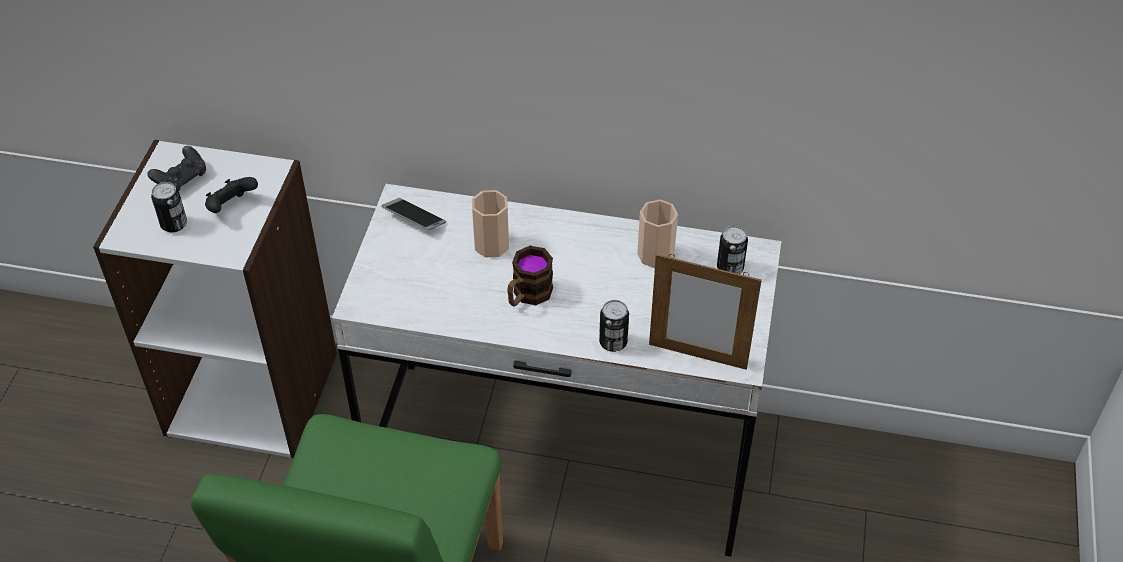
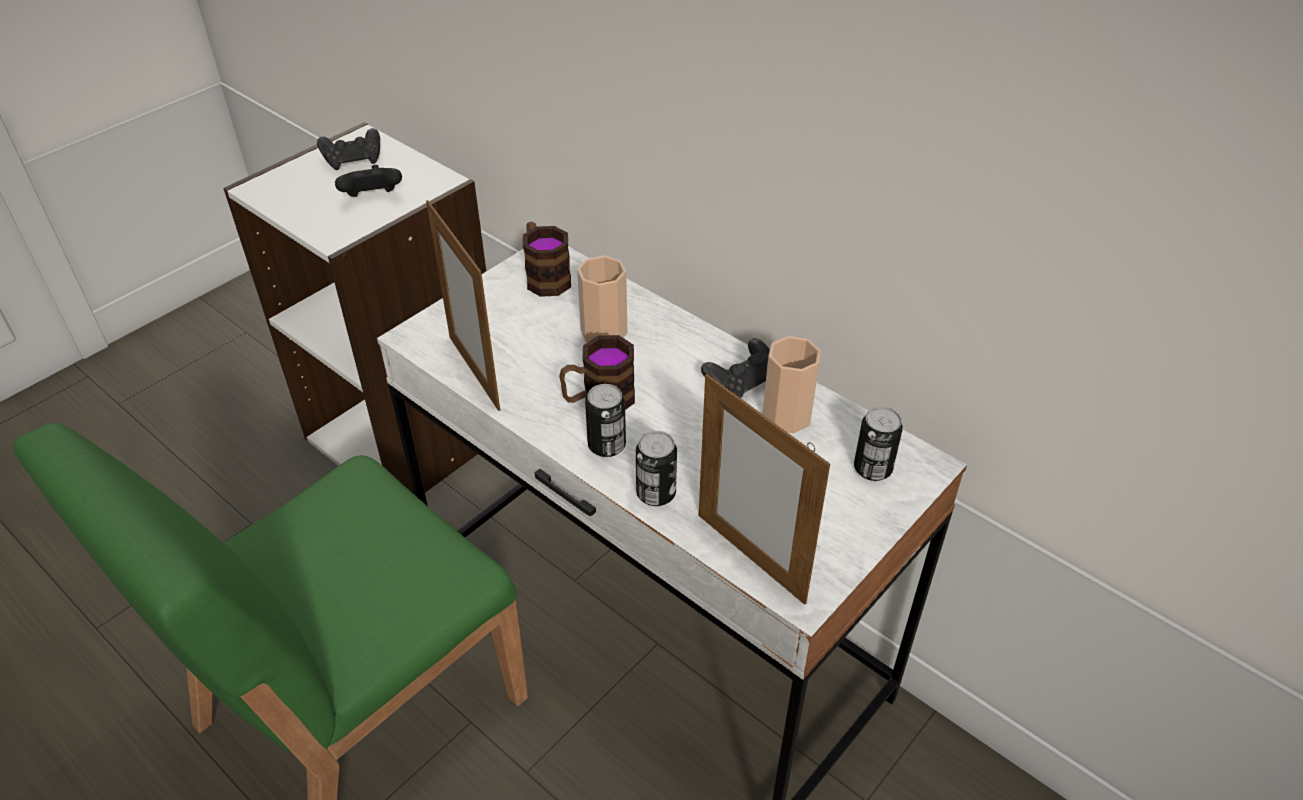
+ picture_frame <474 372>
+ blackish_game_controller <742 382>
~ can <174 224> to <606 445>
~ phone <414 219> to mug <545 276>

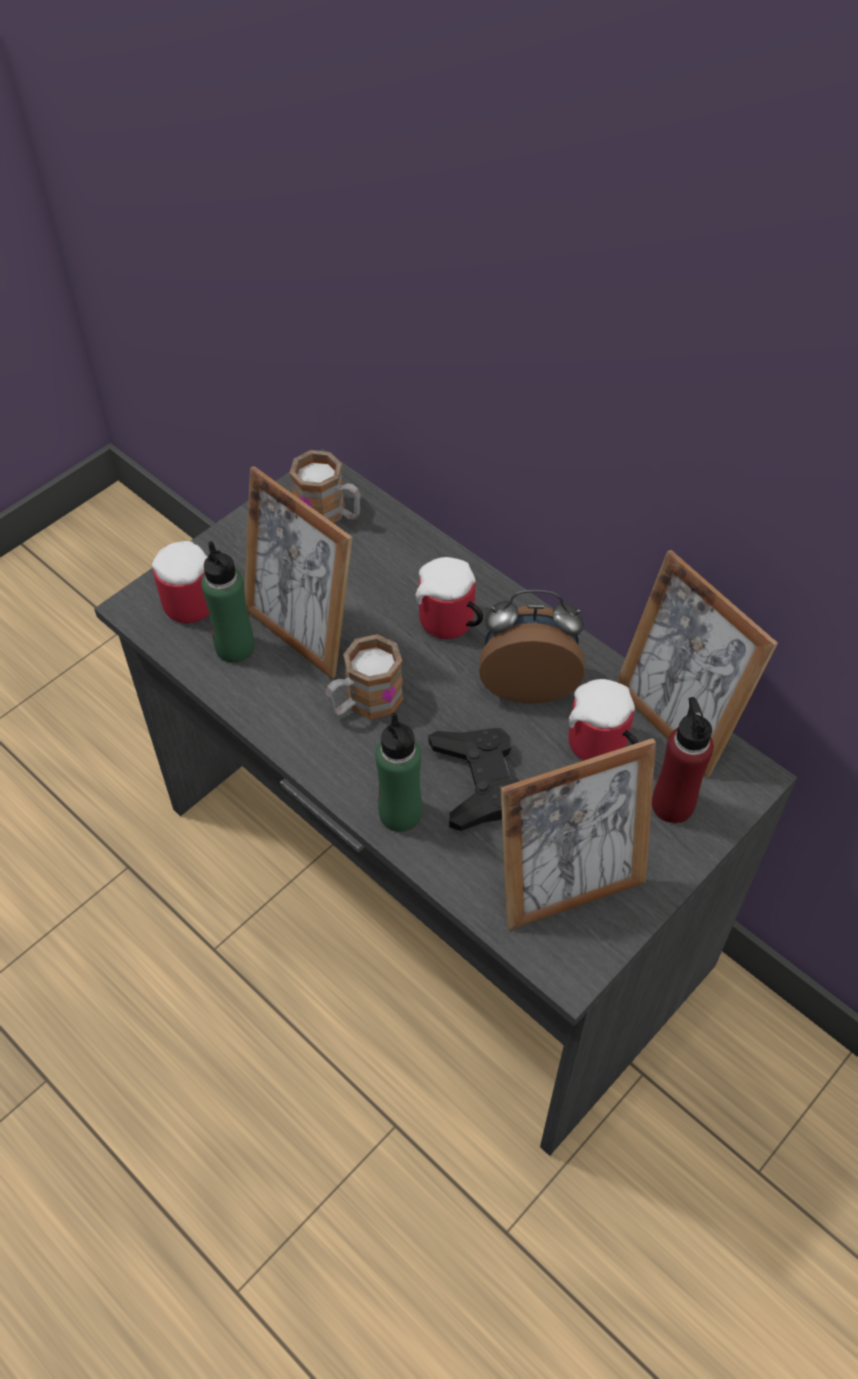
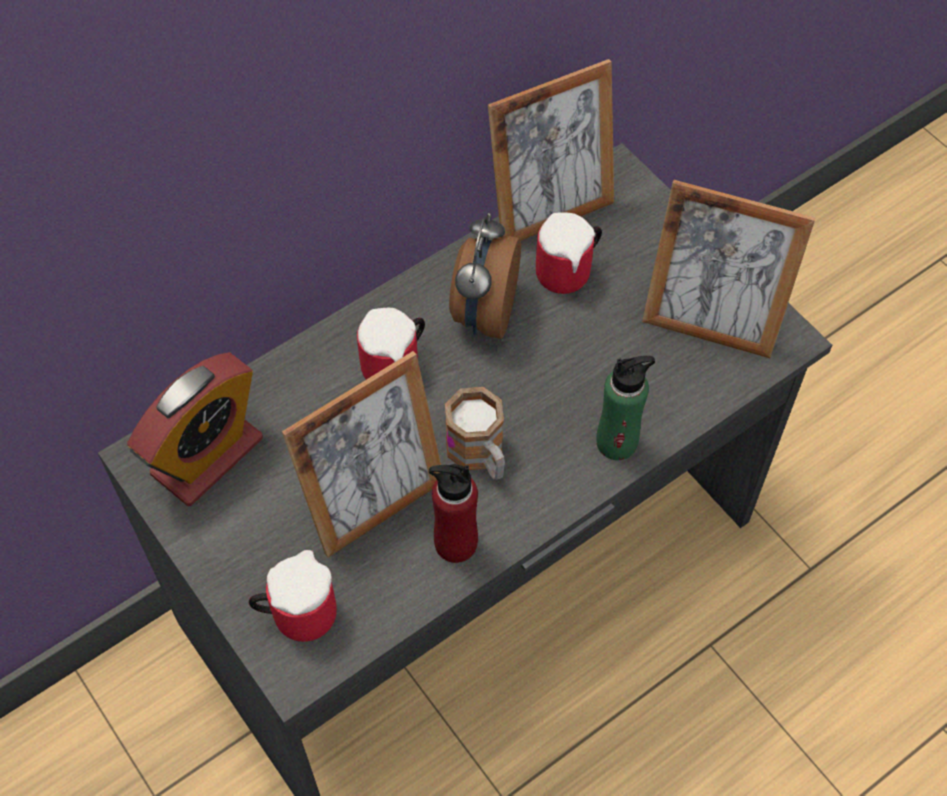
- green_bottle <235 647>
- blackish_game_controller <478 782>
~ red_bottle <672 805> to <455 543>
~ mug <329 513> to alarm_clock <207 456>
~ picture_frame <568 887> = <710 324> 120 degrees clockwise

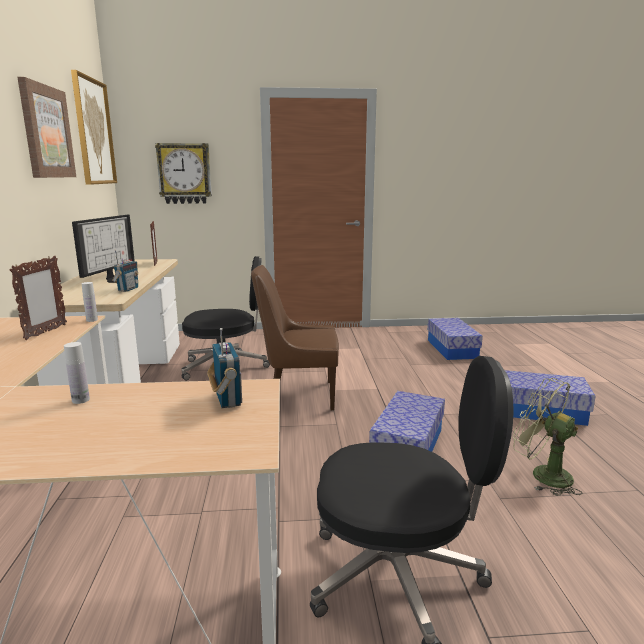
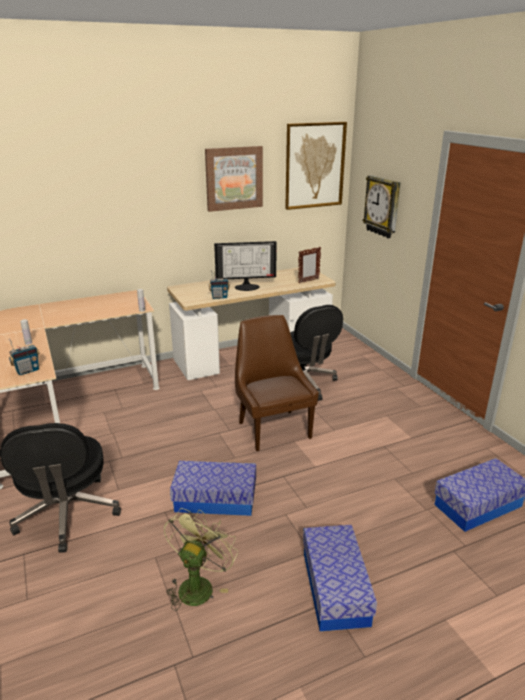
- picture_frame <45 332>

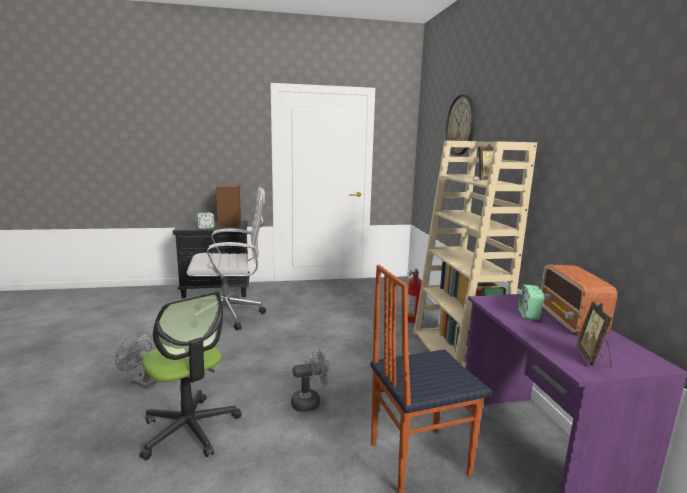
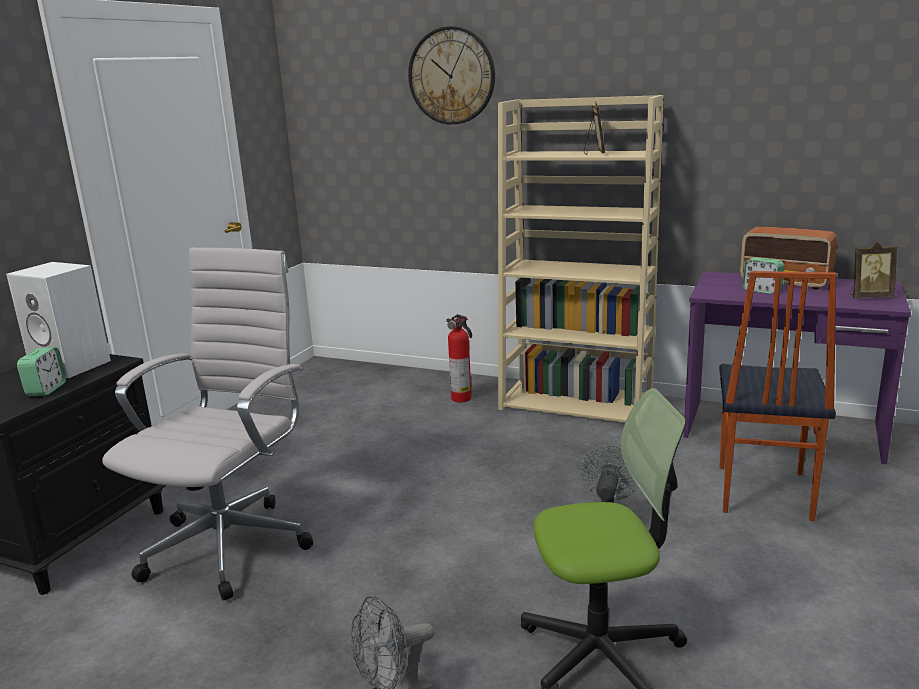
~ brown-coloured_audio_speaker <230 225> to white_audio_speaker <73 365>
~ picture_frame <593 358> = <869 297> 45 degrees counterclockwise

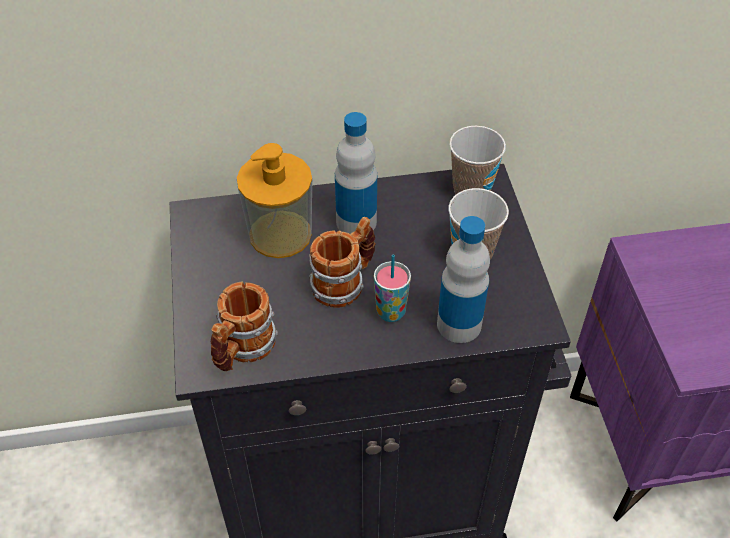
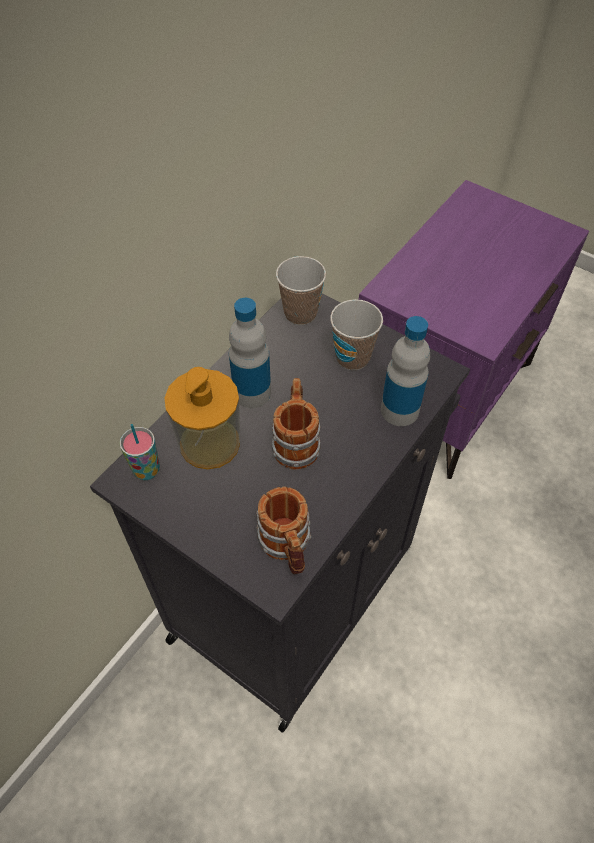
~ cup <391 312> to <146 470>

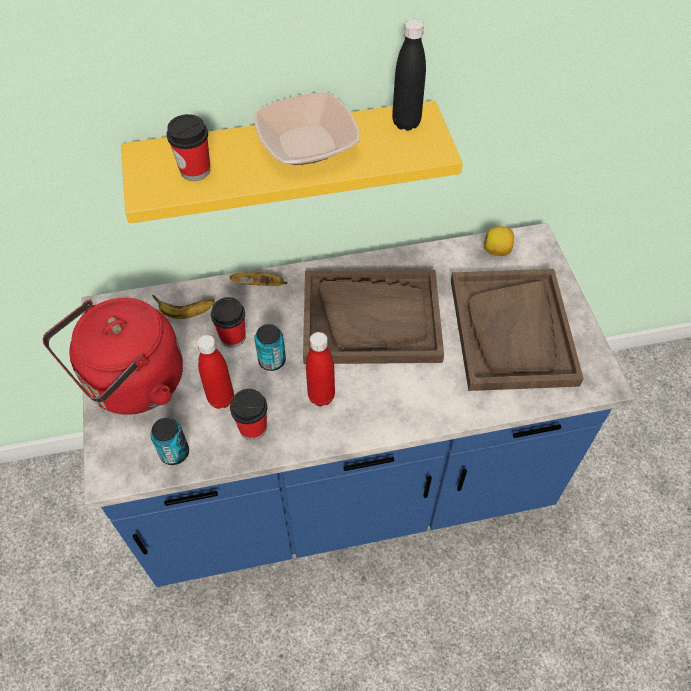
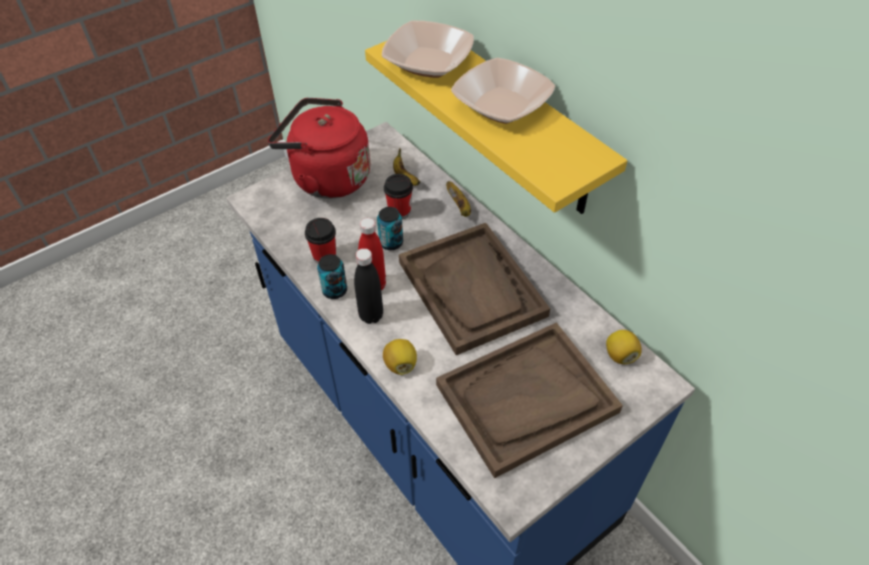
- red_bottle <221 399>
+ whole_lemon <400 364>
~ can <174 453> to <334 290>
~ blackish_bottle <406 123> to <371 315>
~ cup <195 170> to serving_bowl <428 62>

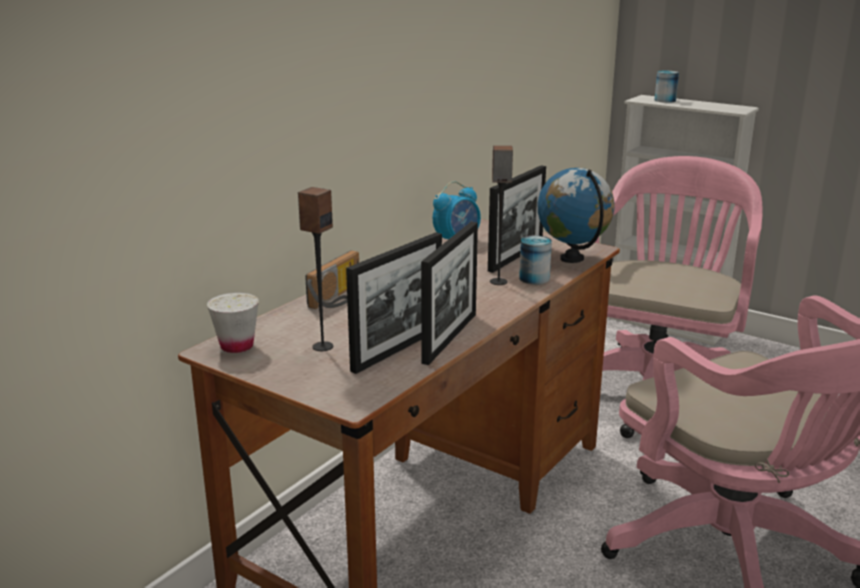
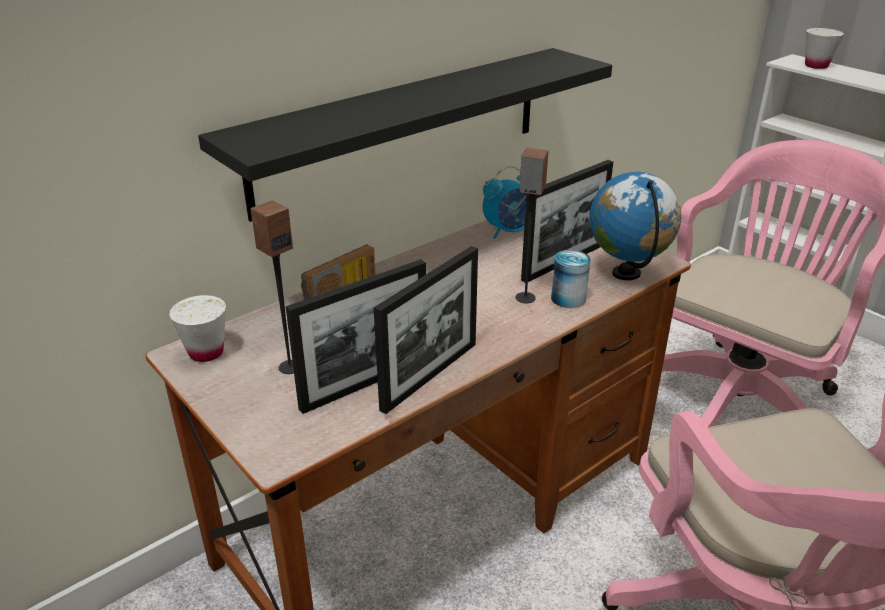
+ blackish_wall_shelf <402 129>
~ can <665 100> to white_cup <816 66>

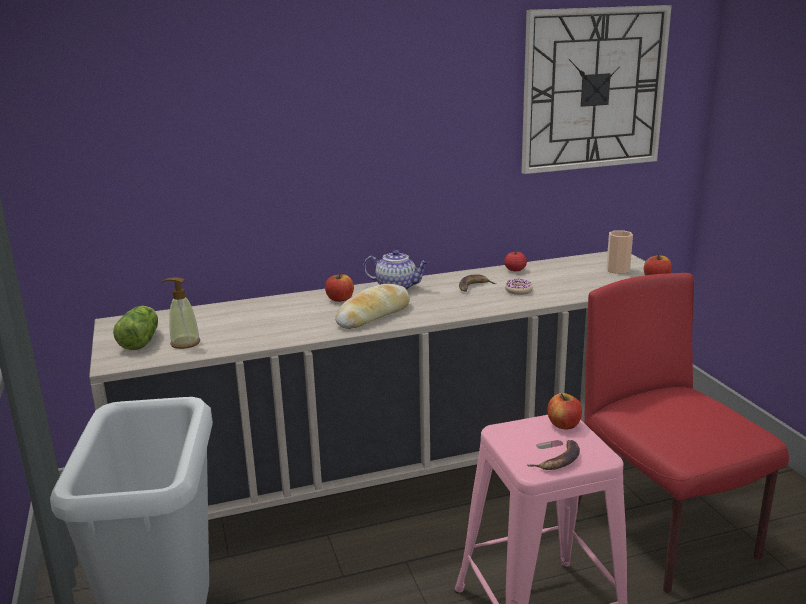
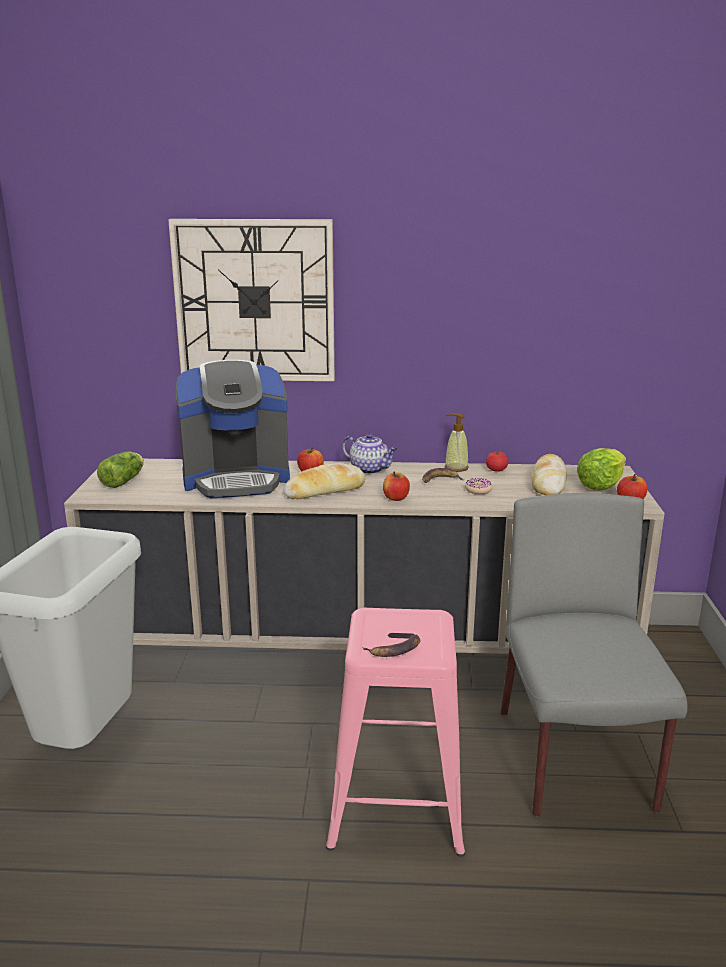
+ coffee_maker <236 479>
+ bakery_bread <548 483>
~ soap_dispenser <185 343> to <456 468>
~ wall_clock <593 89> to <255 301>
~ apple_fruit <564 425> to <396 498>
~ cup <618 270> to lettuce <600 485>
~ red_chair <665 532> to grey_chair <575 761>

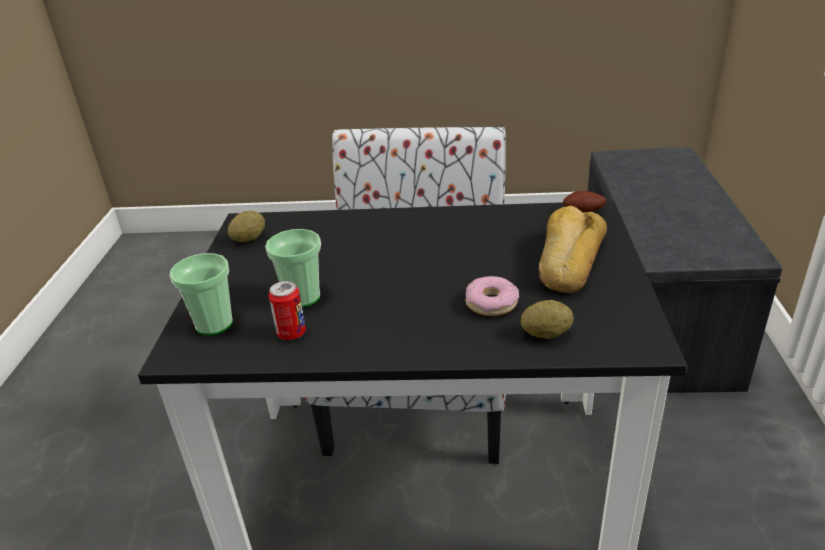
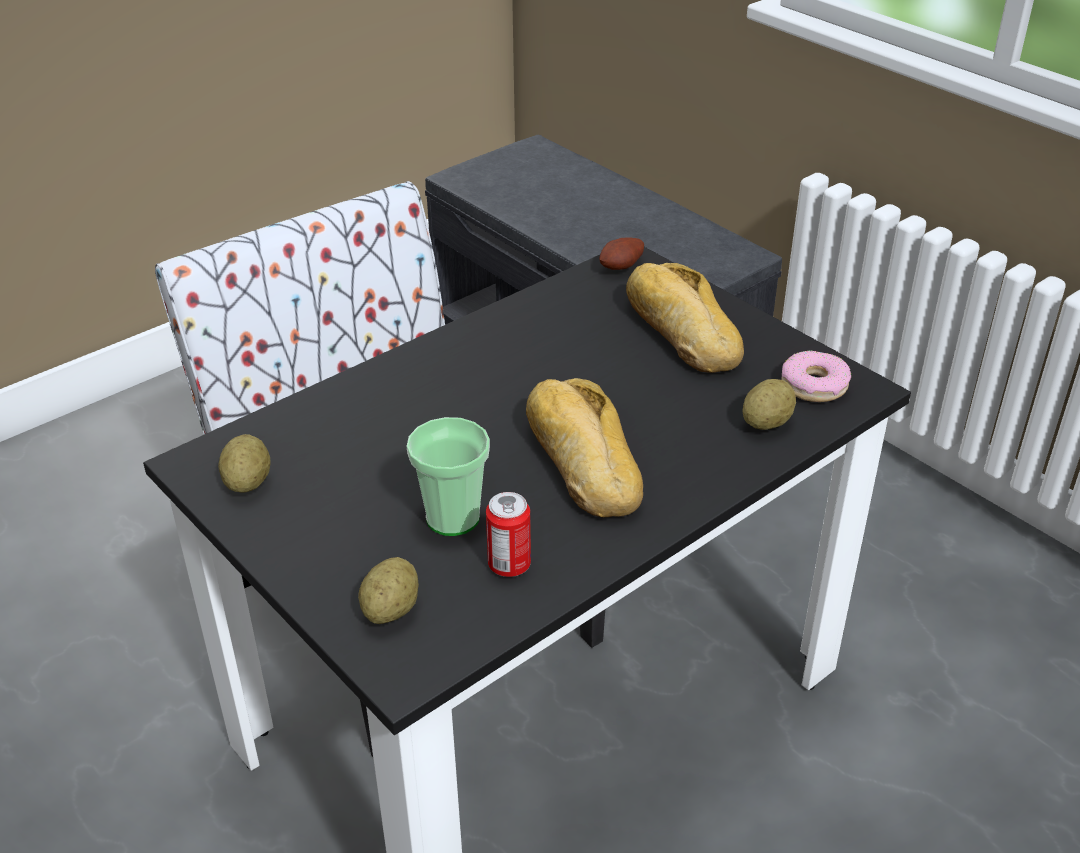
+ bakery_bread <581 460>
~ donut <491 303> to <814 385>
~ cup <214 324> to spud <391 609>

